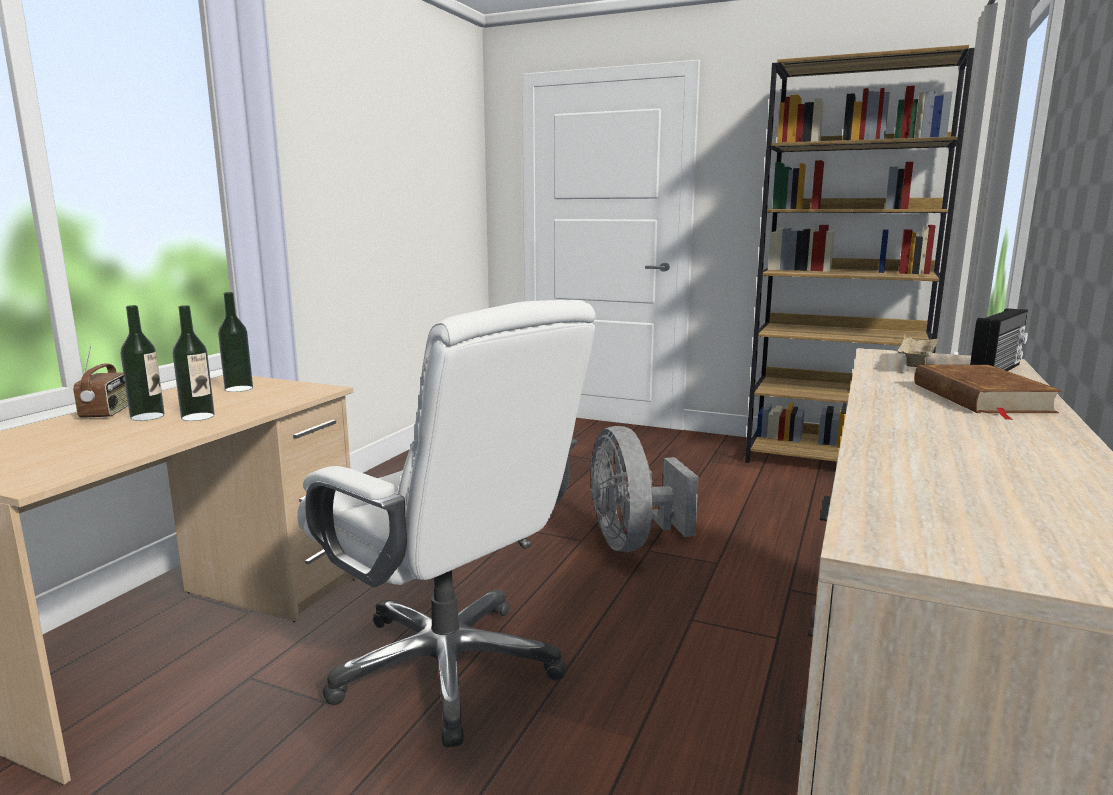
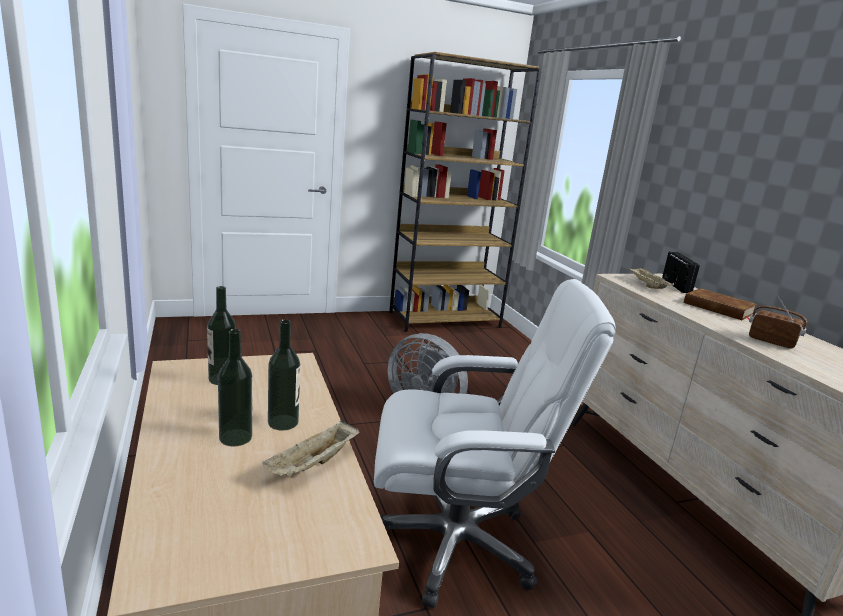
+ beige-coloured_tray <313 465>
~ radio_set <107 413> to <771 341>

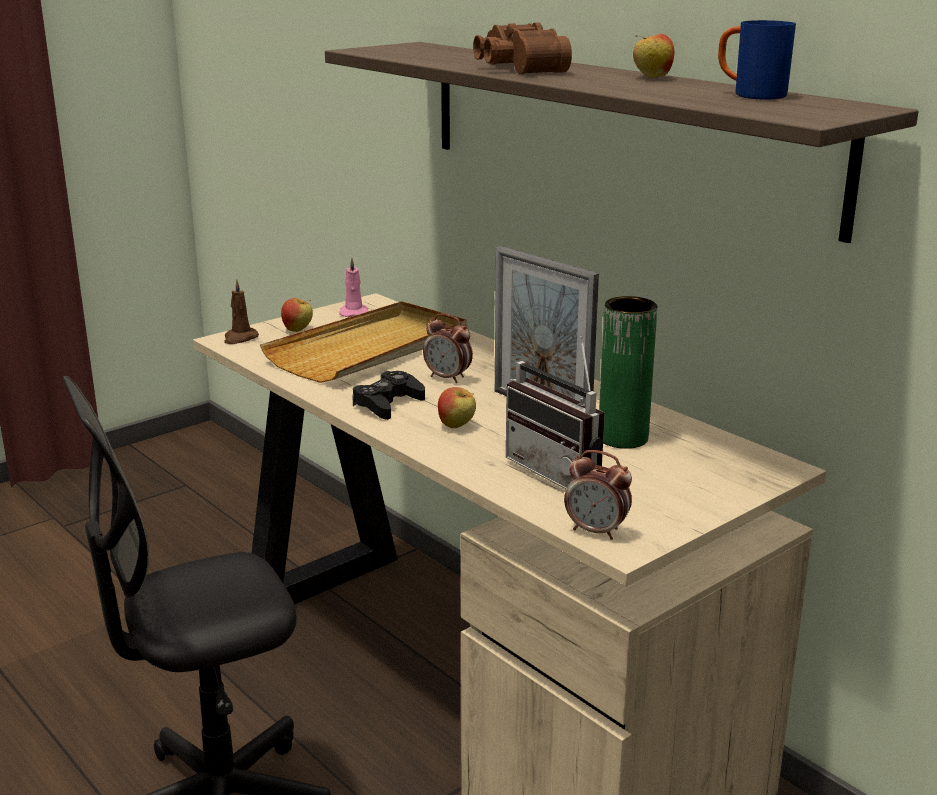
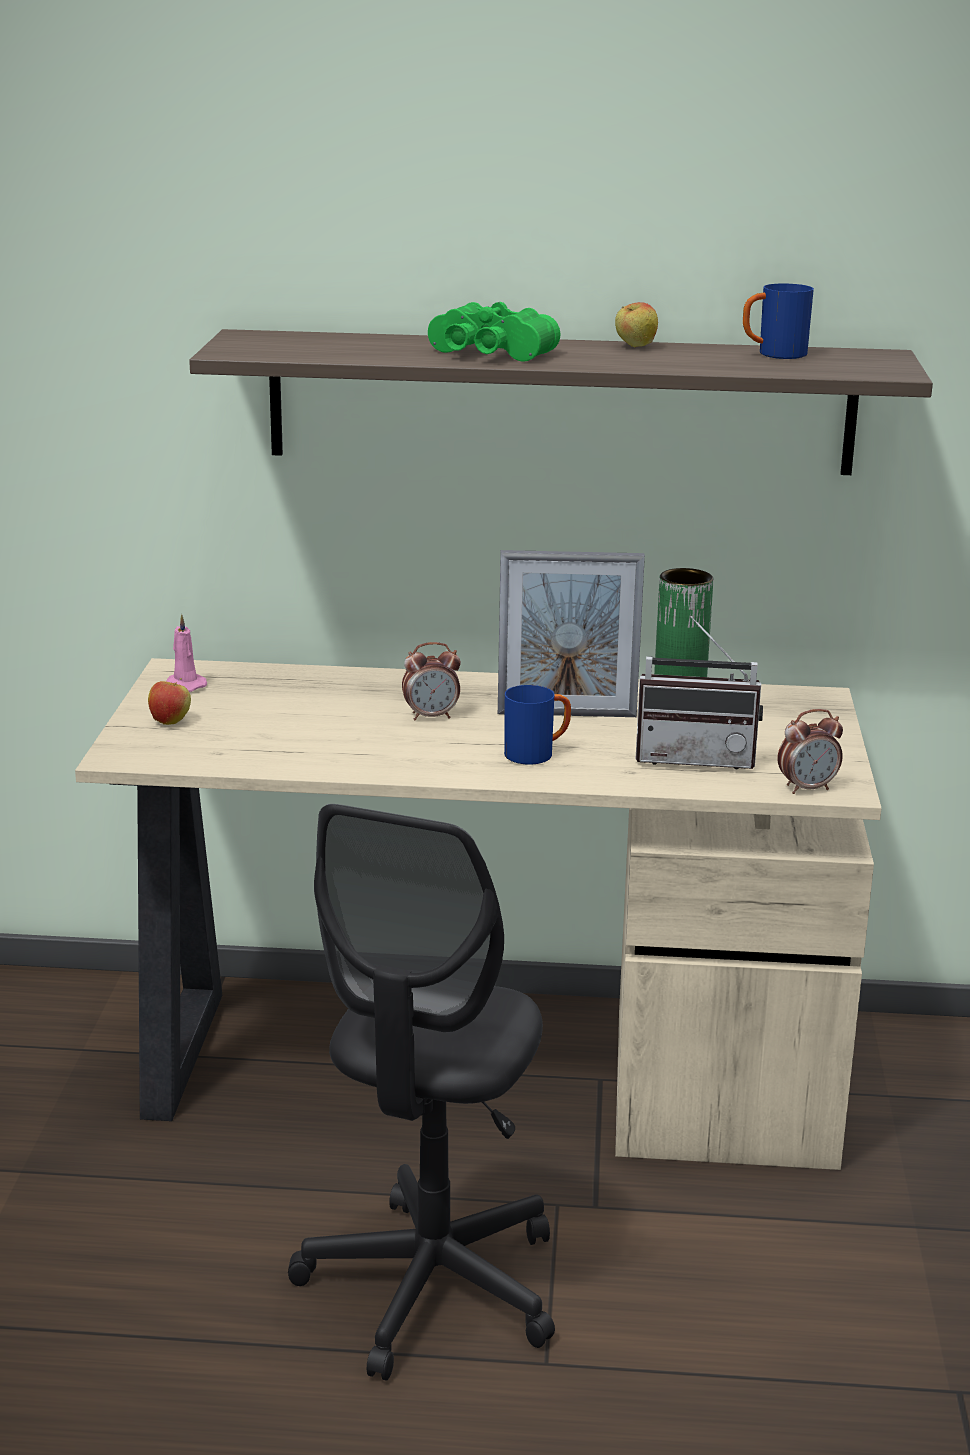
- brown-coloured_candle <240 338>
- beige-coloured_tray <370 348>
- blackish_game_controller <388 404>
~ apple_fruit <456 426> to blue_mug <537 754>
~ brown-coloured_binoculars <515 68> to green_binoculars <488 354>

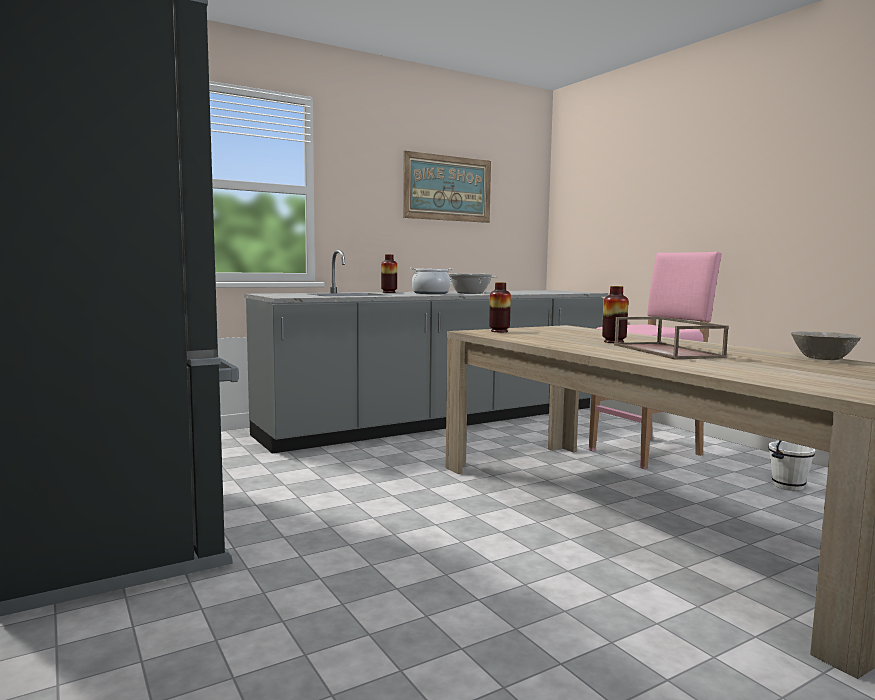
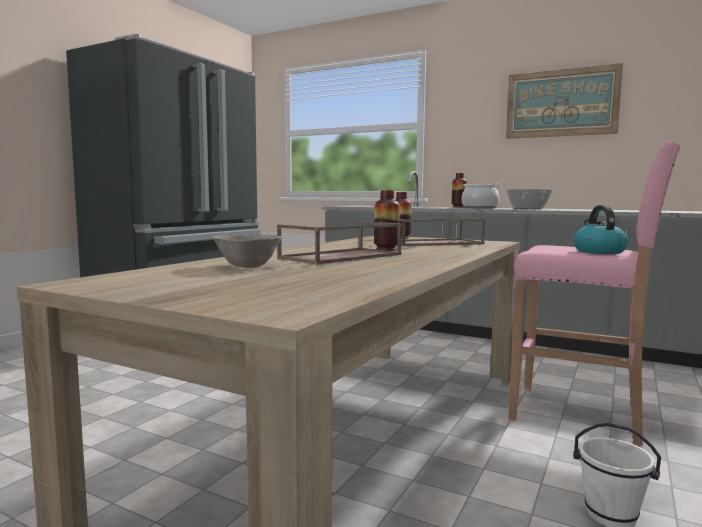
+ brown-coloured_tray <433 243>
+ kettle <598 251>
~ grey_serving_bowl <821 359> to <249 266>

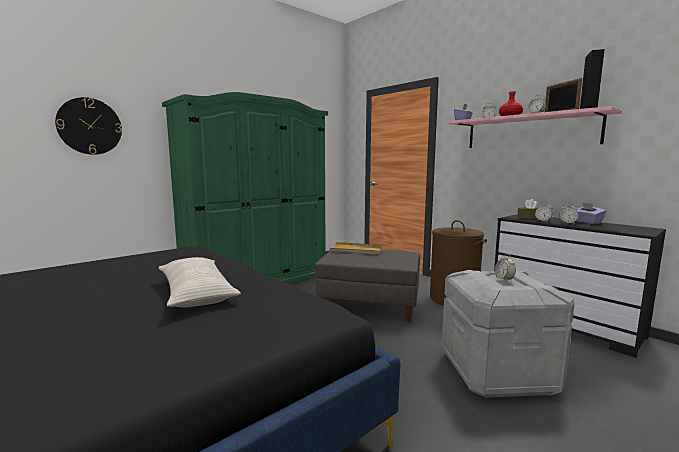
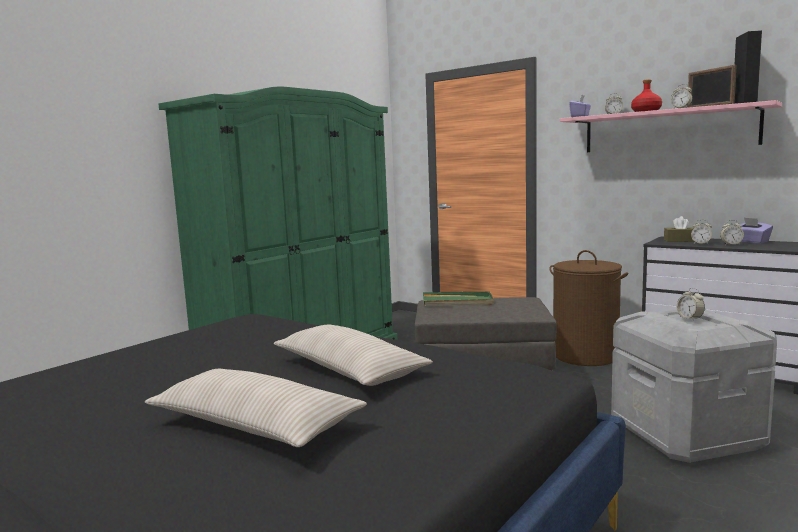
- wall_clock <89 126>
+ beige-coloured_throw_pillow <255 426>
~ beige-coloured_tray <356 250> to green_tray <457 301>

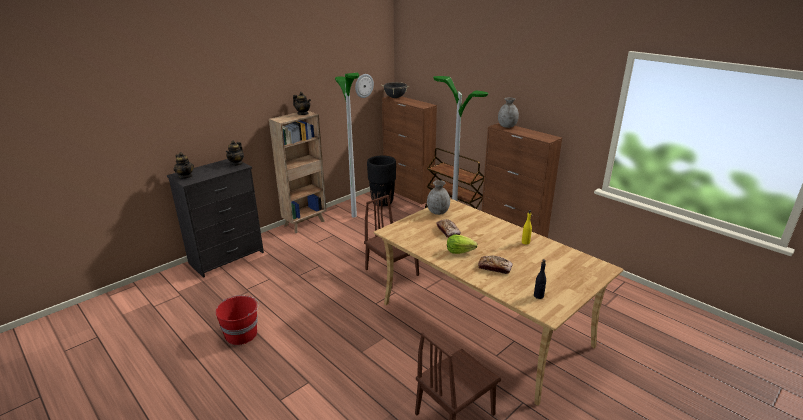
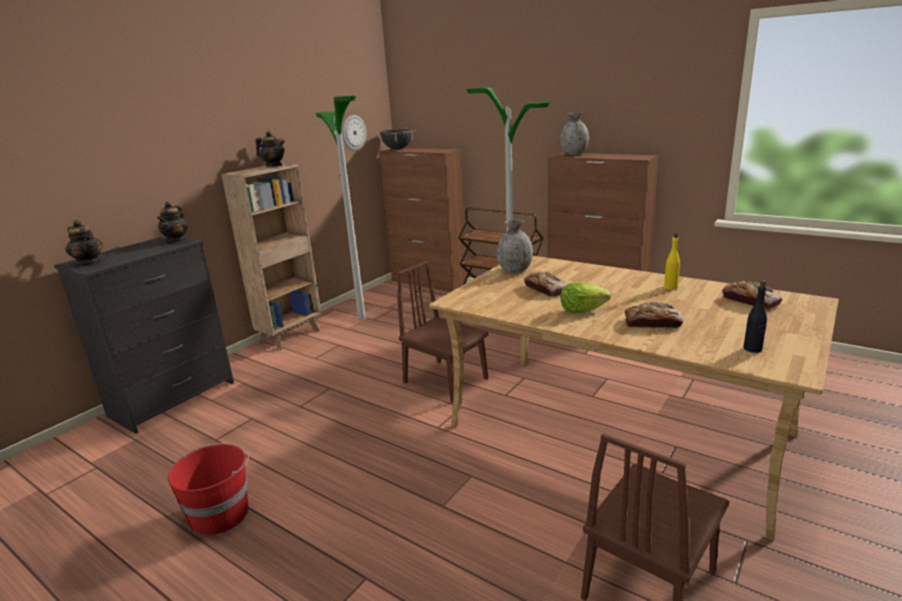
- blackish_plant_pot <382 202>
+ bakery_bread <750 301>

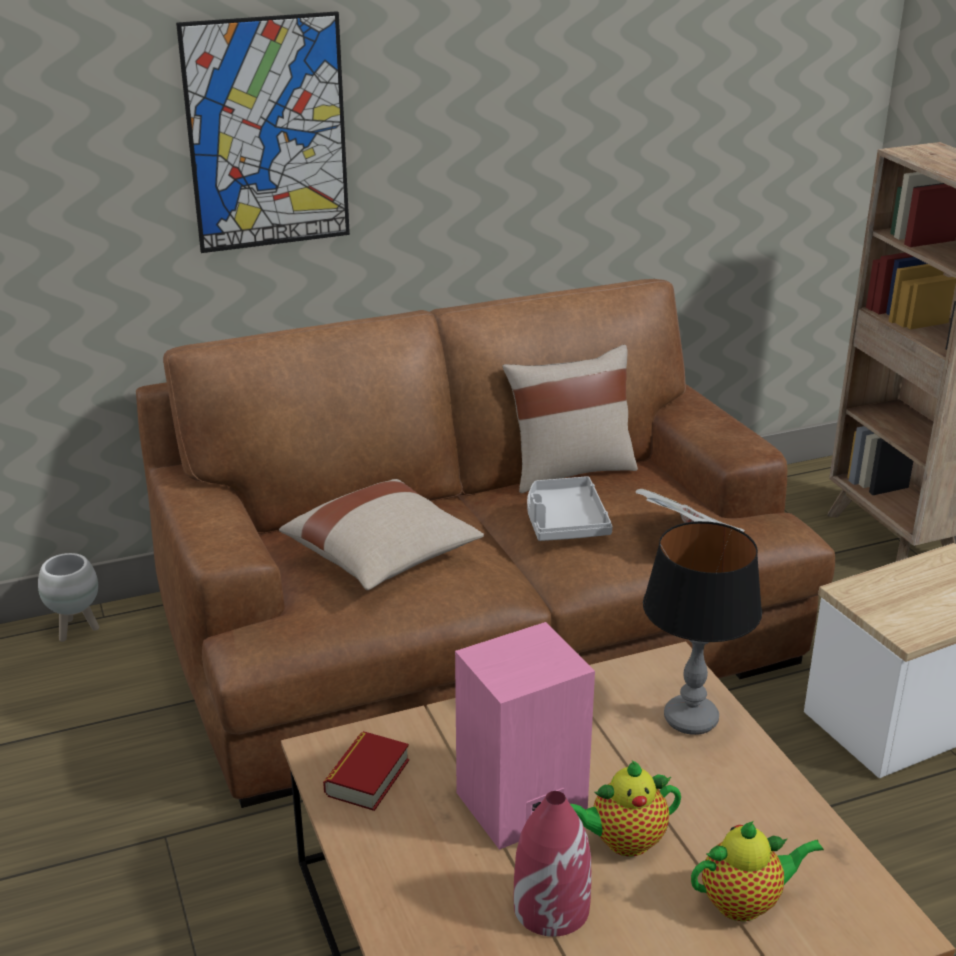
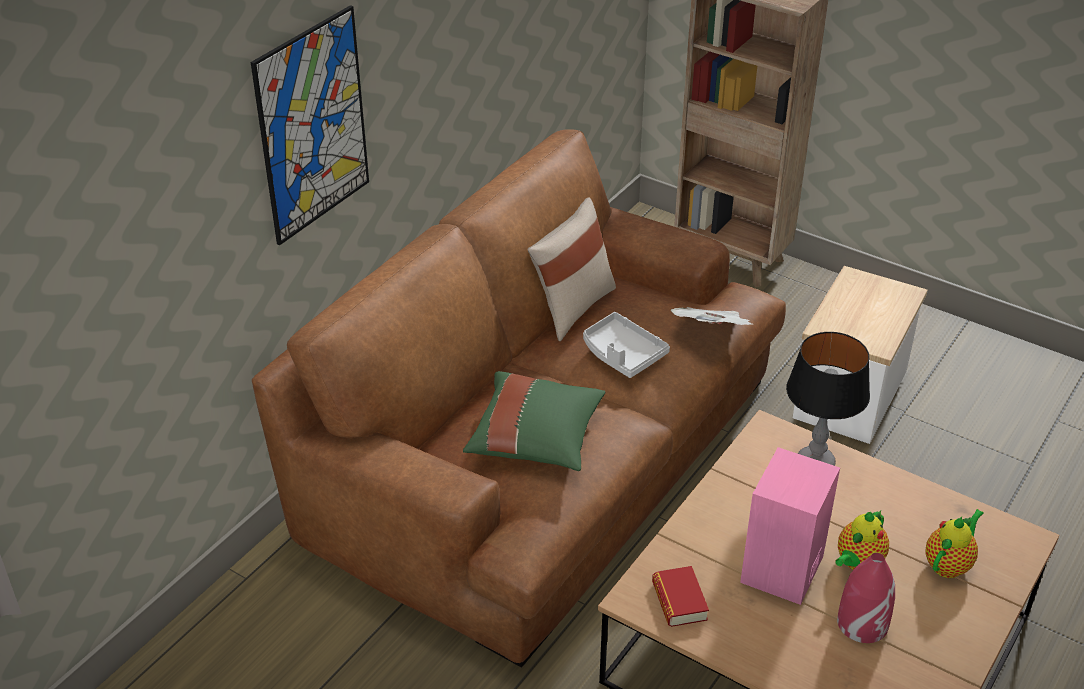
- white_plant_pot <76 630>
~ beige-coloured_throw_pillow <383 558> to green_throw_pillow <536 438>

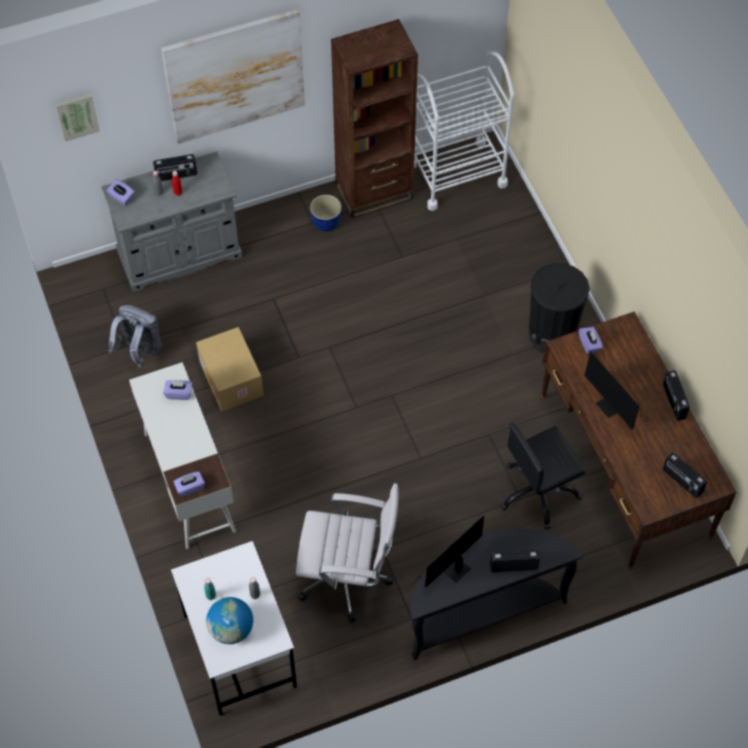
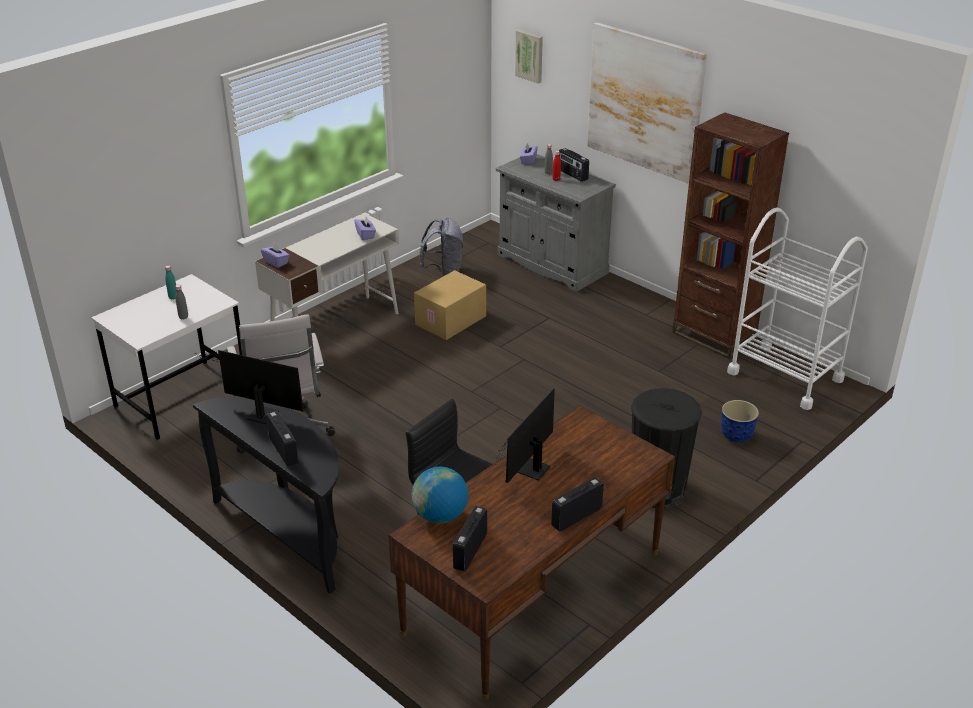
- purple_tissue_holder <589 344>
~ globe <231 629> to <440 516>
~ plant_pot <327 223> to <736 436>

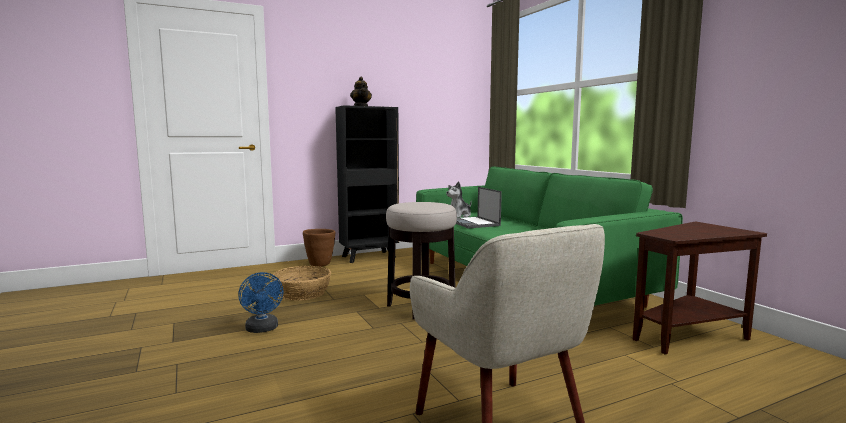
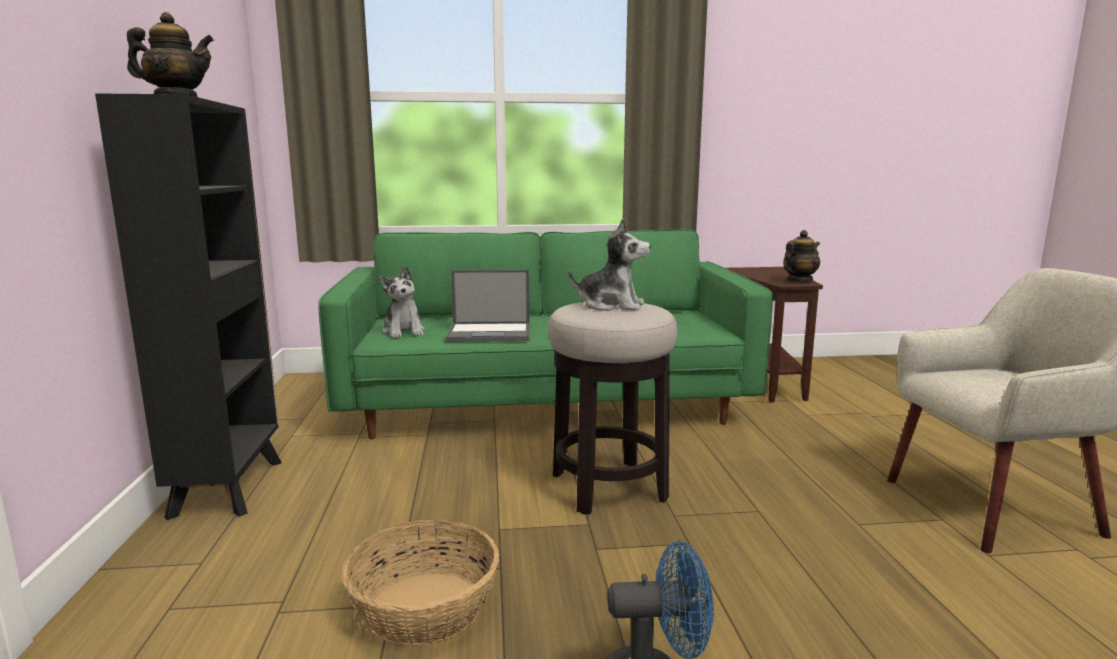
- brown-coloured_plant_pot <320 264>
+ plush_toy <611 305>
+ teapot <799 280>

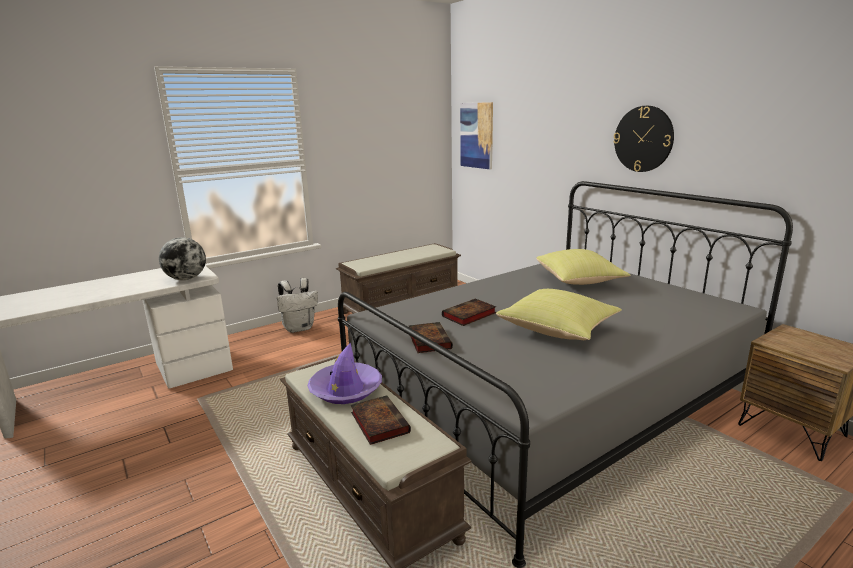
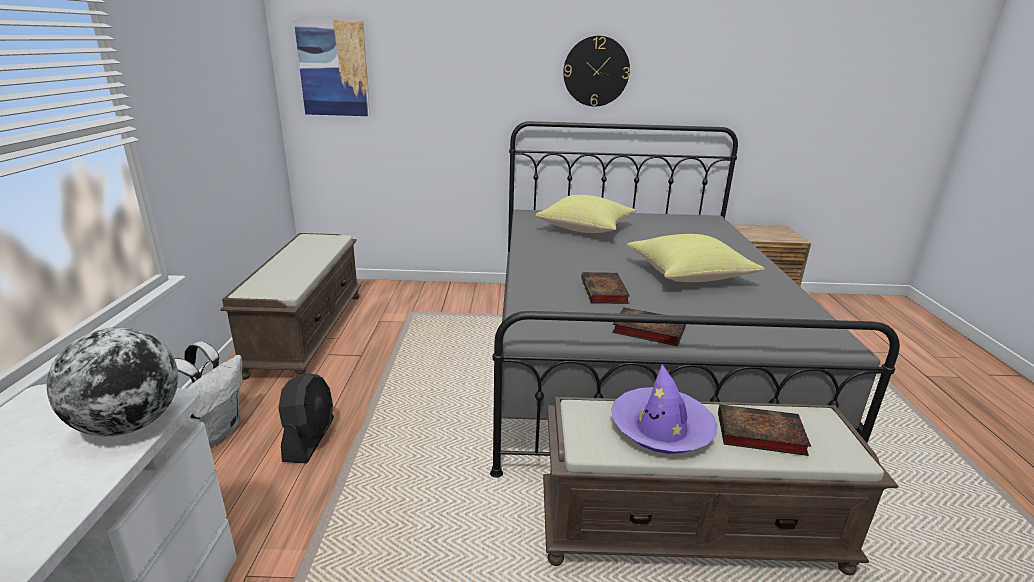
+ blackish_electric_fan <309 439>

